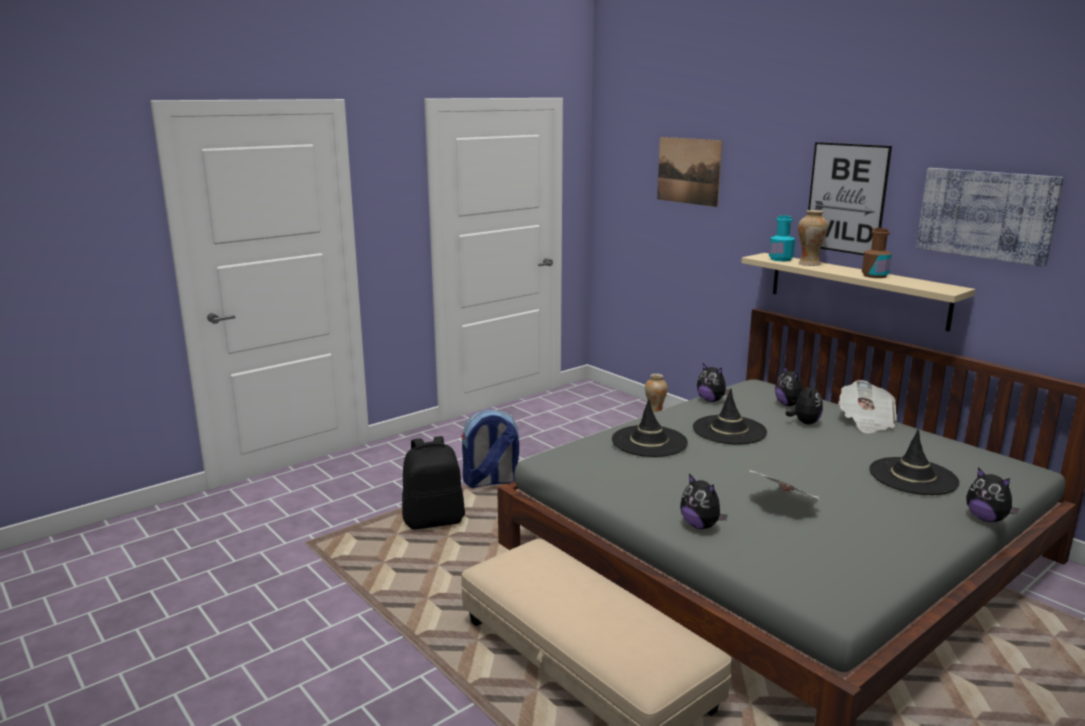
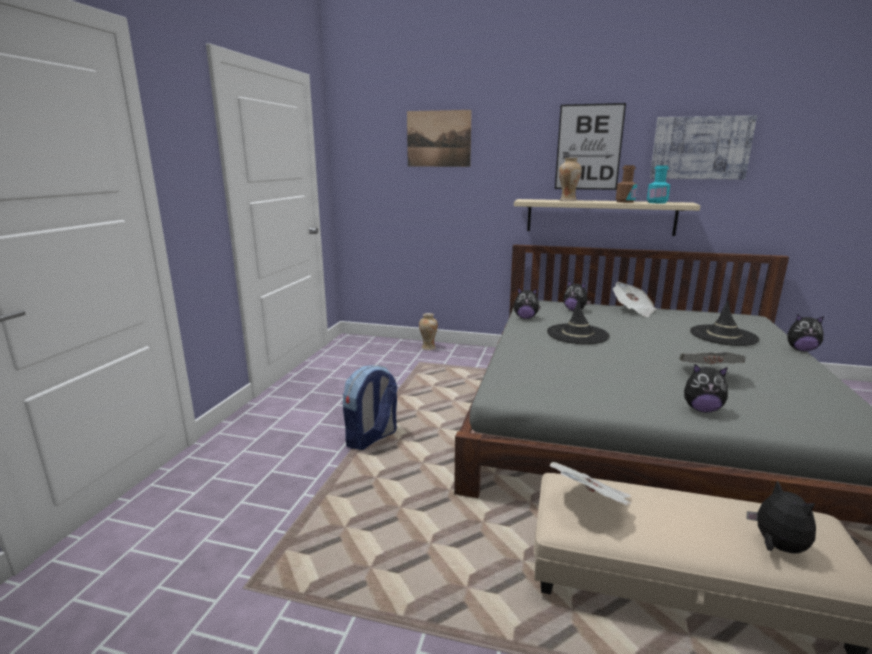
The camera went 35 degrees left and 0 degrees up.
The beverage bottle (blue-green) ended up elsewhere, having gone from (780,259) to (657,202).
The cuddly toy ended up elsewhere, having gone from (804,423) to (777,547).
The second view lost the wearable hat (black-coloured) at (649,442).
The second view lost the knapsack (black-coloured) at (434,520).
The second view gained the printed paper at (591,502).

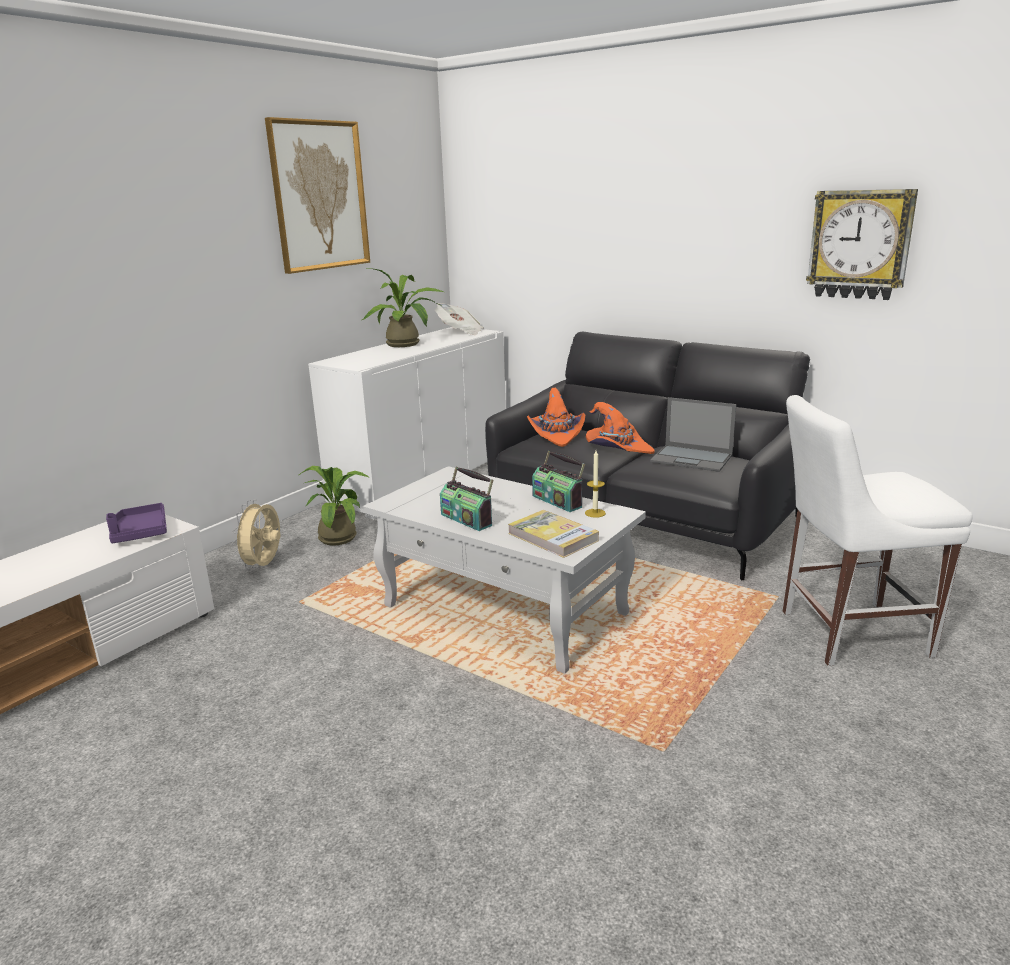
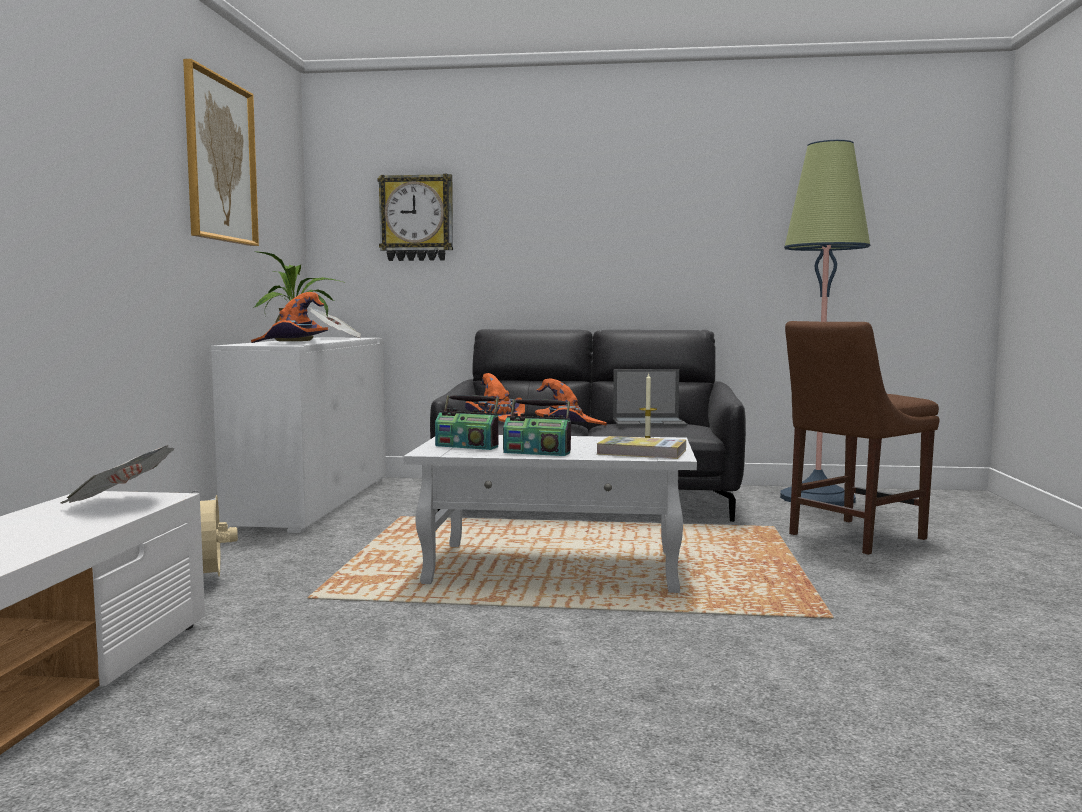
The camera went 30 degrees left and 15 degrees down.
The clock on the wall ended up elsewhere, having gone from (859,244) to (417,218).
What was the plain chair (white) at (846,633) turned into the plain chair (brownish) at (851,537).
The radio ended up elsewhere, having gone from (558,501) to (467,446).
The second view lost the houseplant at (339,536).
Where the tray (purple-coloured) stood at (140,532), the printed paper came to stand at (120,503).
The second view gained the floor lamp at (817,498).
The second view gained the wearable hat (orange) at (292,343).

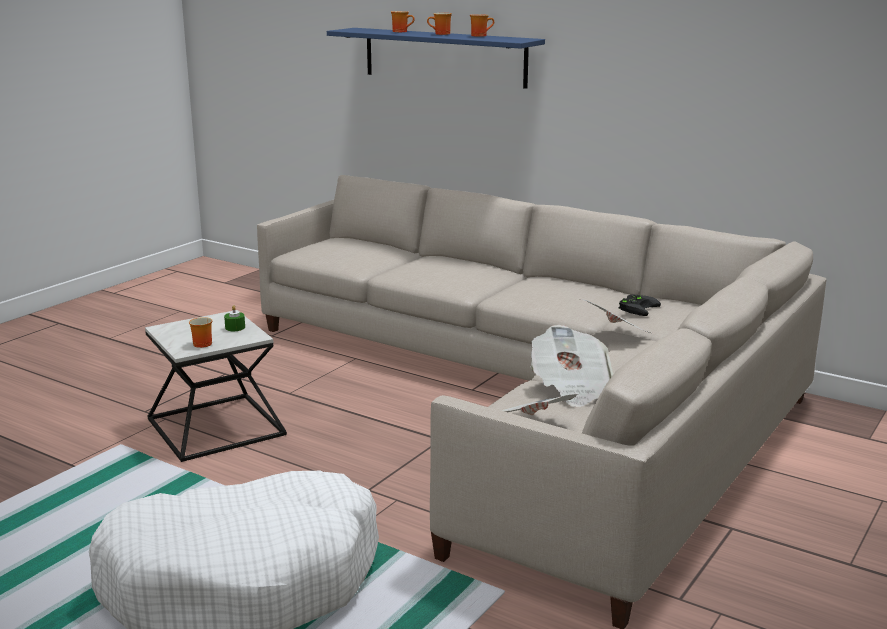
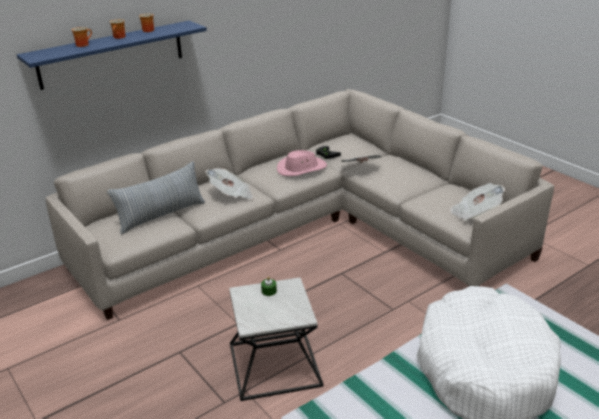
The camera went 70 degrees left and 10 degrees up.
The second view lost the tea mug at (201,343).
The printed paper ended up elsewhere, having gone from (571,388) to (231,195).
The second view gained the wearable hat (pink) at (301,168).
The second view gained the cushion at (161,215).

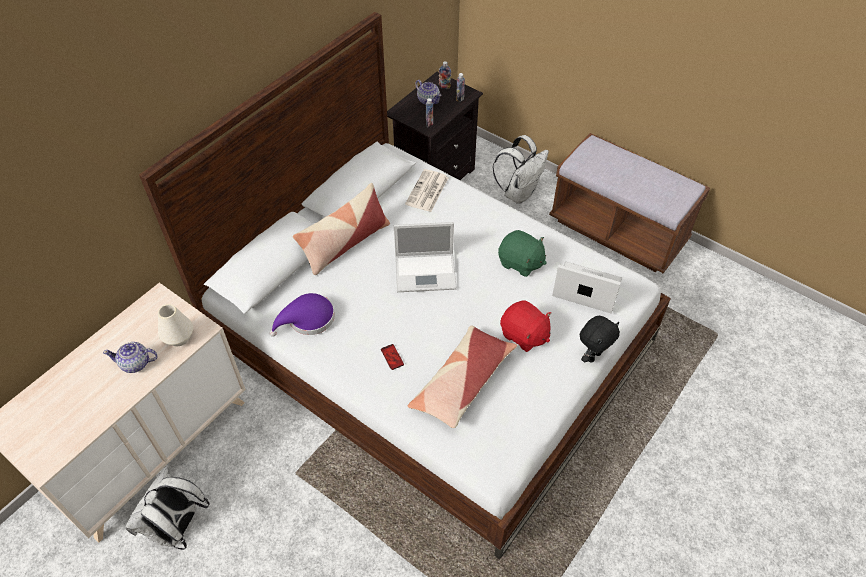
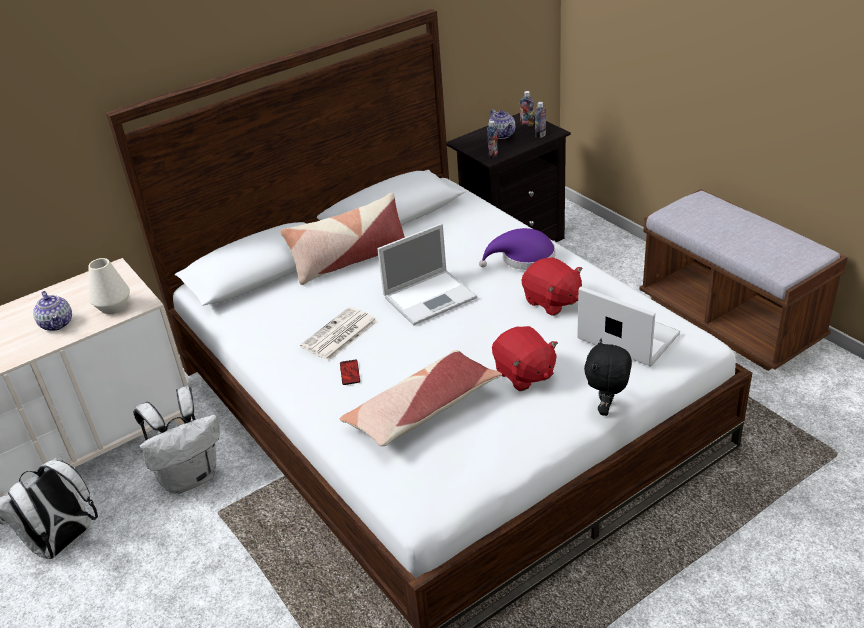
The camera went 20 degrees right and 15 degrees down.
The knapsack (white) ended up elsewhere, having gone from (519,193) to (190,476).
The printed paper ended up elsewhere, having gone from (427,191) to (339,335).
The notebook computer at (426,272) ended up facing another way, 45 degrees counterclockwise from before.
What was the cuddly toy (green-coloured) at (520,263) turned into the cuddly toy (red) at (552,301).
The wearable hat (purple-coloured) ended up elsewhere, having gone from (307,319) to (523,258).
The cuddly toy (black-coloured) at (592,356) ended up facing another way, 135 degrees clockwise from before.
The tea pot at (136,364) ended up facing another way, 135 degrees counterclockwise from before.

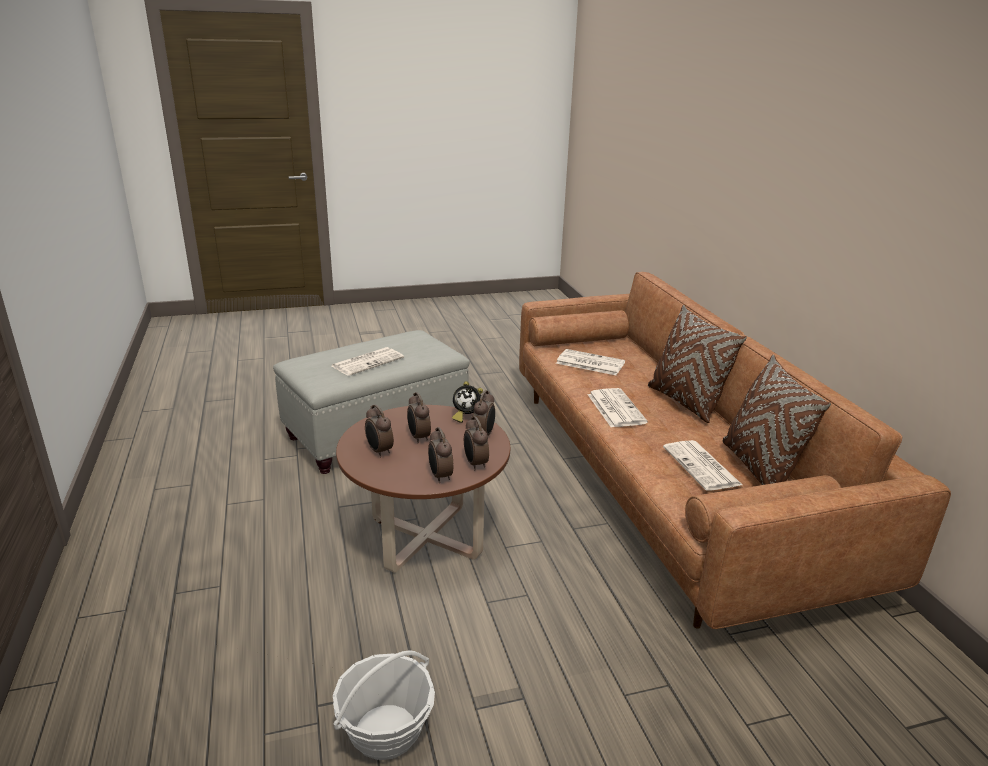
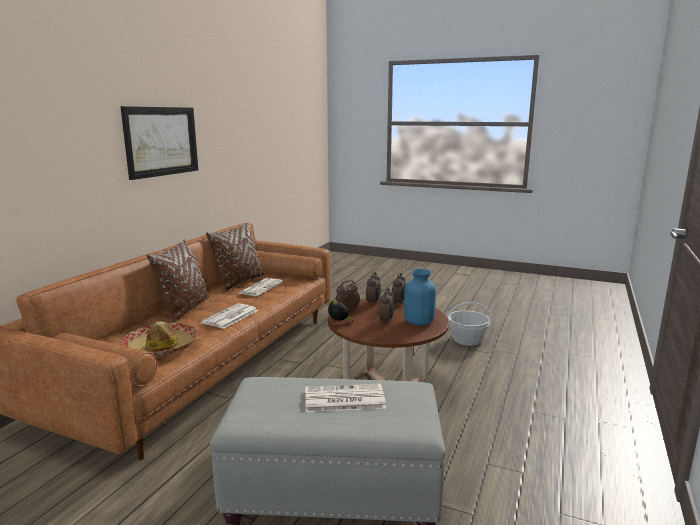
The camera went 140 degrees left and 10 degrees down.
Where the printed paper stood at (589,363), the wearable hat came to stand at (161,347).
Where the bedside clock stood at (379,451), the decorative vase (bluish) came to stand at (419,321).
The second view gained the wall picture at (161,141).

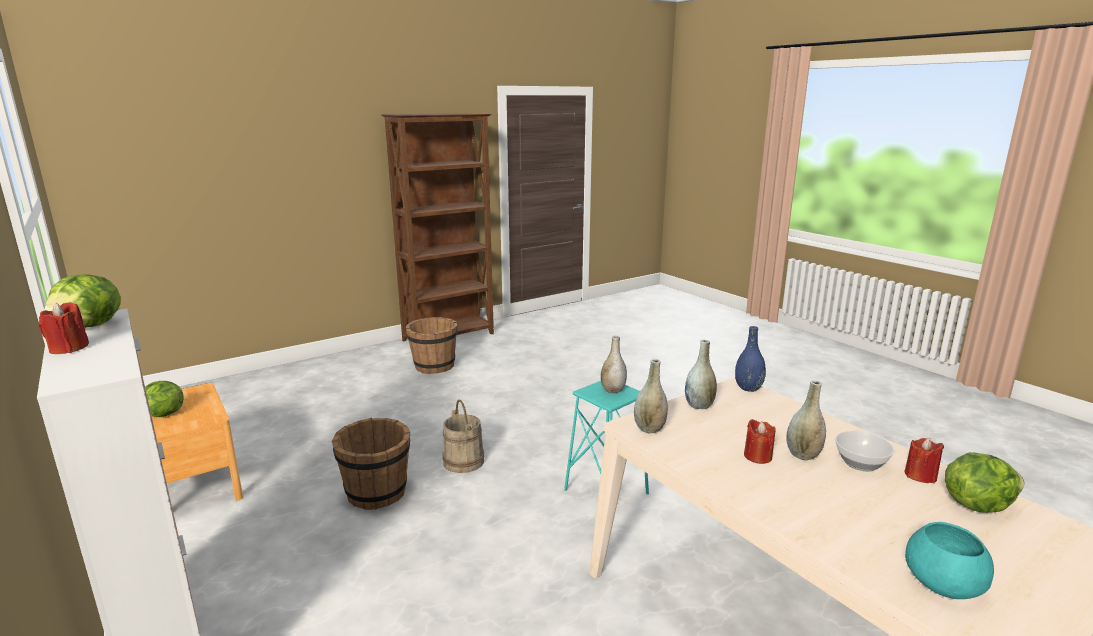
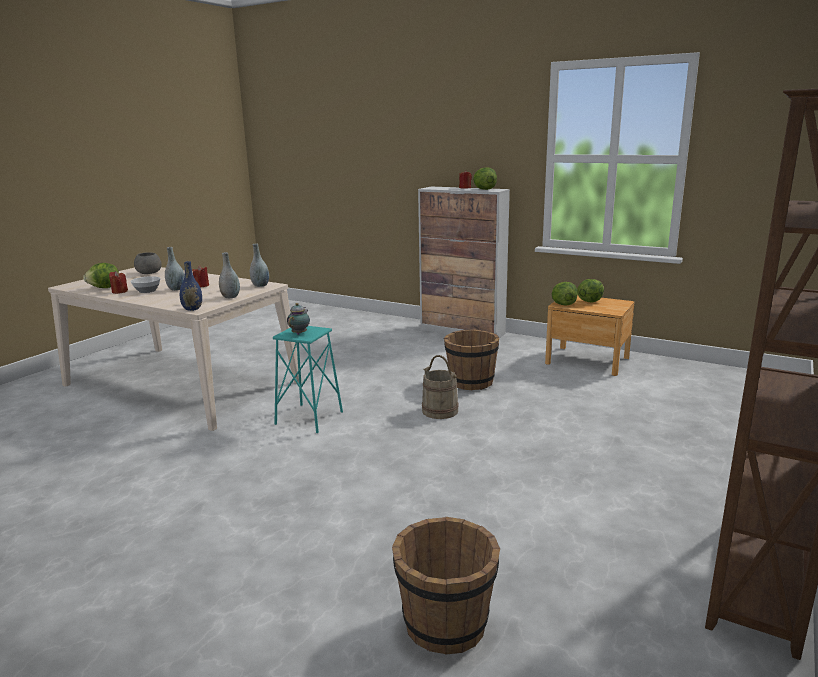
The camera went 155 degrees right and 0 degrees up.
The bucket (brownish) ended up elsewhere, having gone from (434,366) to (446,623).
Where the decorative vase (gray) stood at (613,390), the tea pot came to stand at (300,333).
What was the bowl (blue-green) at (944,584) turned into the bowl (gray) at (148,272).
The second view gained the head of lettuce at (563,304).

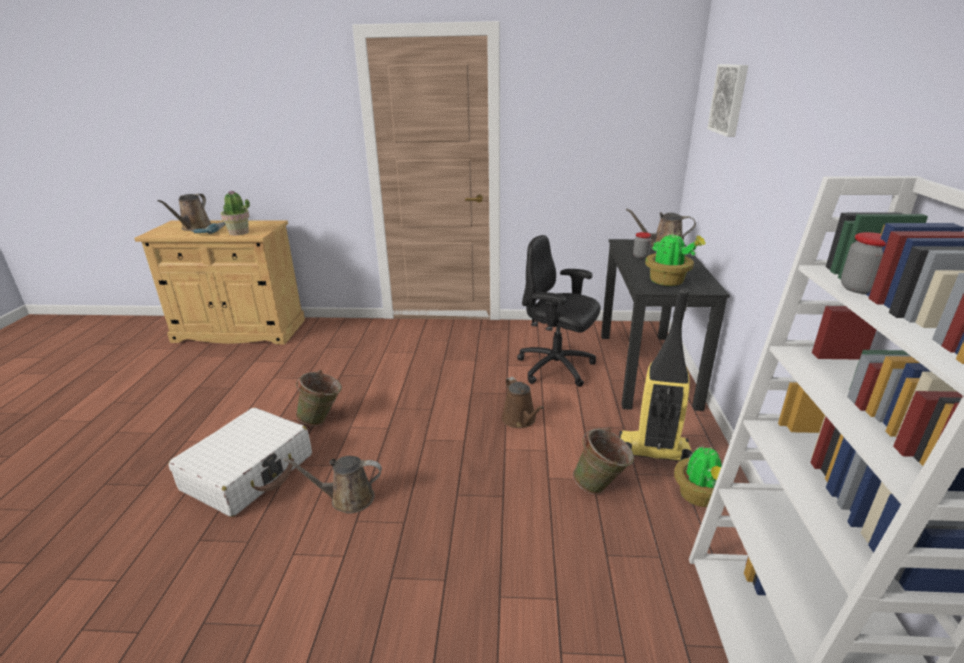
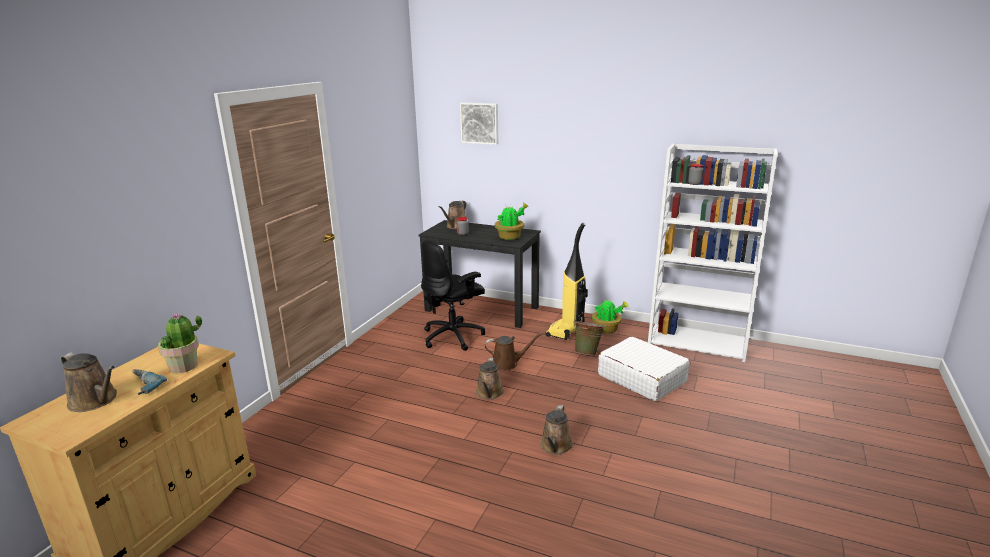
The camera went 70 degrees left and 5 degrees down.
The second view lost the bucket (green-coloured) at (323,420).
The suitcase (white) ended up elsewhere, having gone from (249,472) to (641,378).
The second view gained the watering can (brownish) at (489,393).

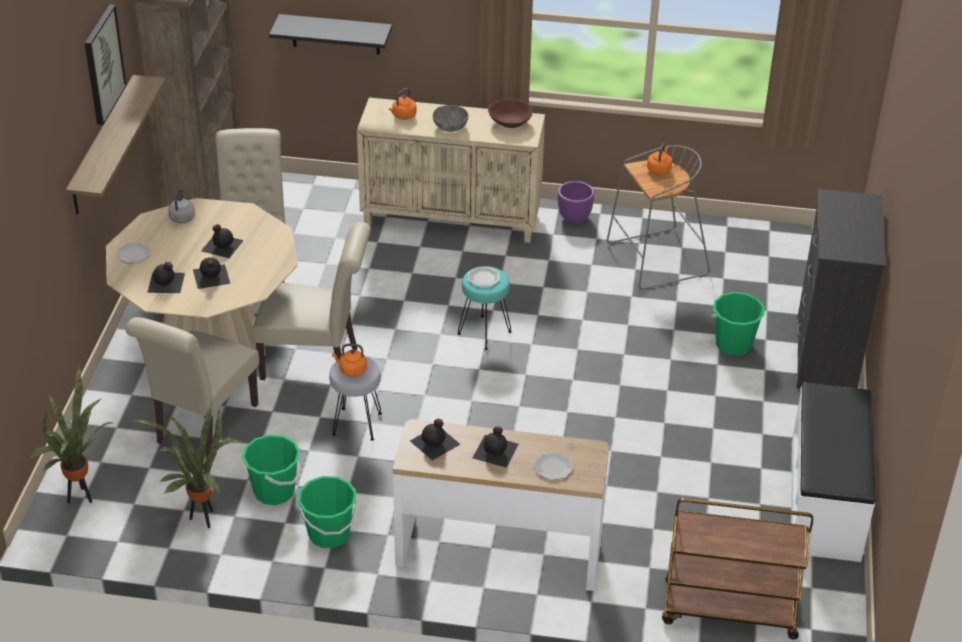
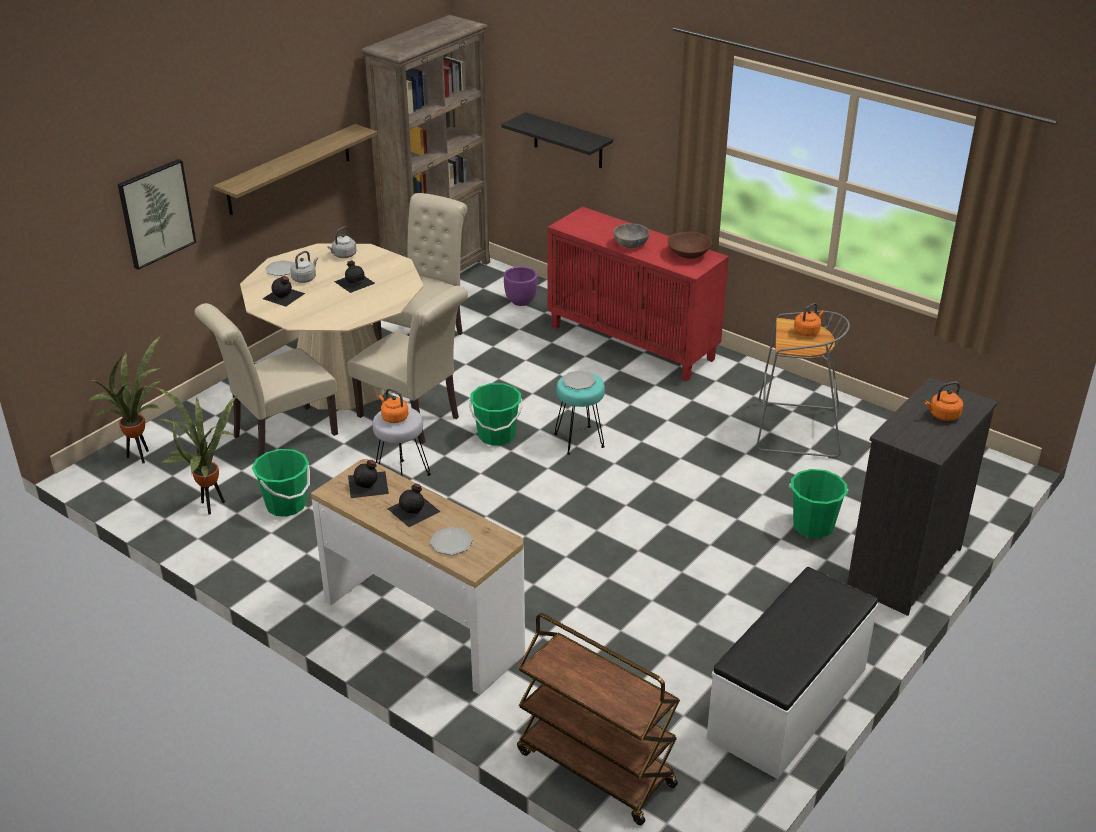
The camera went 30 degrees right and 5 degrees down.
The wall picture ended up elsewhere, having gone from (103,64) to (156,213).
The kettle (orange) ended up elsewhere, having gone from (403,116) to (942,415).
What was the storage cabinet (sand-coloured) at (452,218) turned into the storage cabinet (red) at (633,343).
The flower pot (purple-coloured) ended up elsewhere, having gone from (574,218) to (520,301).
The second view lost the beverage bottle (black-coloured) at (211,277).
The bucket (green-coloured) ended up elsewhere, having gone from (329,534) to (496,436).
The second view gained the kettle (gray) at (305,278).

